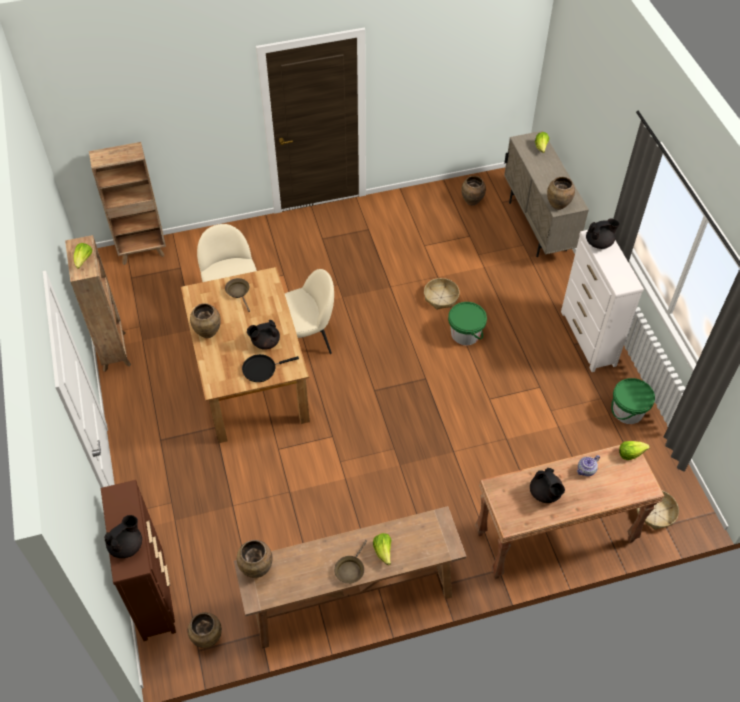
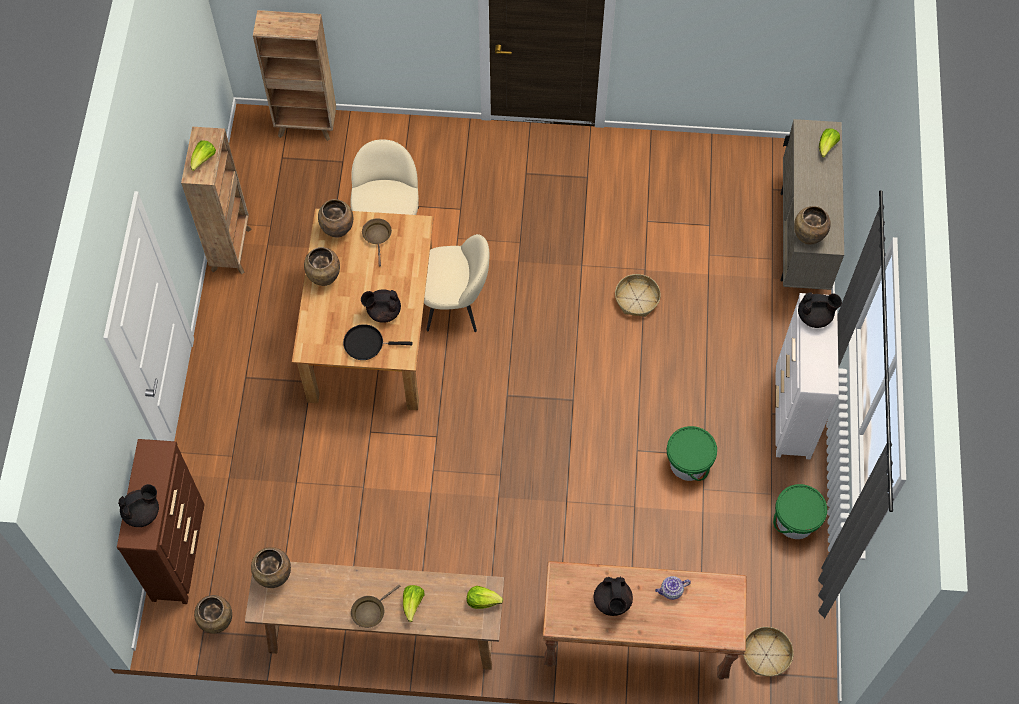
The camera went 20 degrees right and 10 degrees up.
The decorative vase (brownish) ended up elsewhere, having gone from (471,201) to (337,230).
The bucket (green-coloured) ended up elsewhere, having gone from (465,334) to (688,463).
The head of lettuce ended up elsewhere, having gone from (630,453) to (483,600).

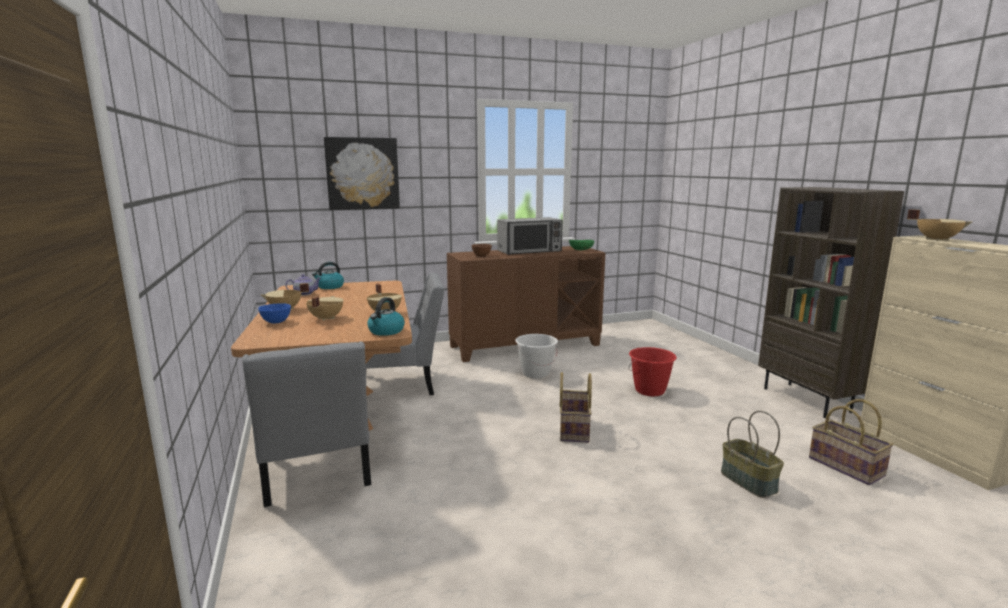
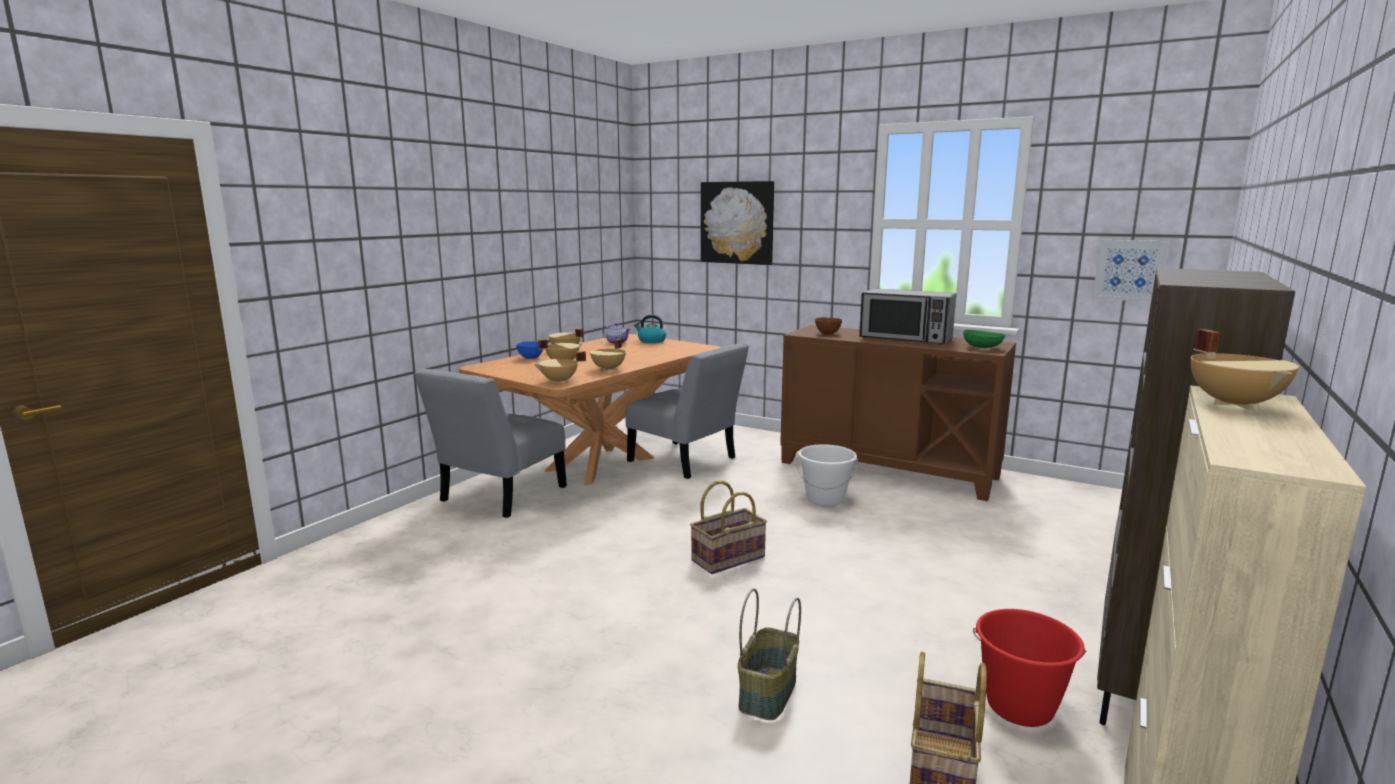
The camera went 50 degrees right and 0 degrees up.
Where the kettle stood at (386,331), the saucepot (sand-coloured) came to stand at (559,381).
The bucket (red) ended up elsewhere, having gone from (650,391) to (1019,707).
The second view gained the wall picture at (1129,270).

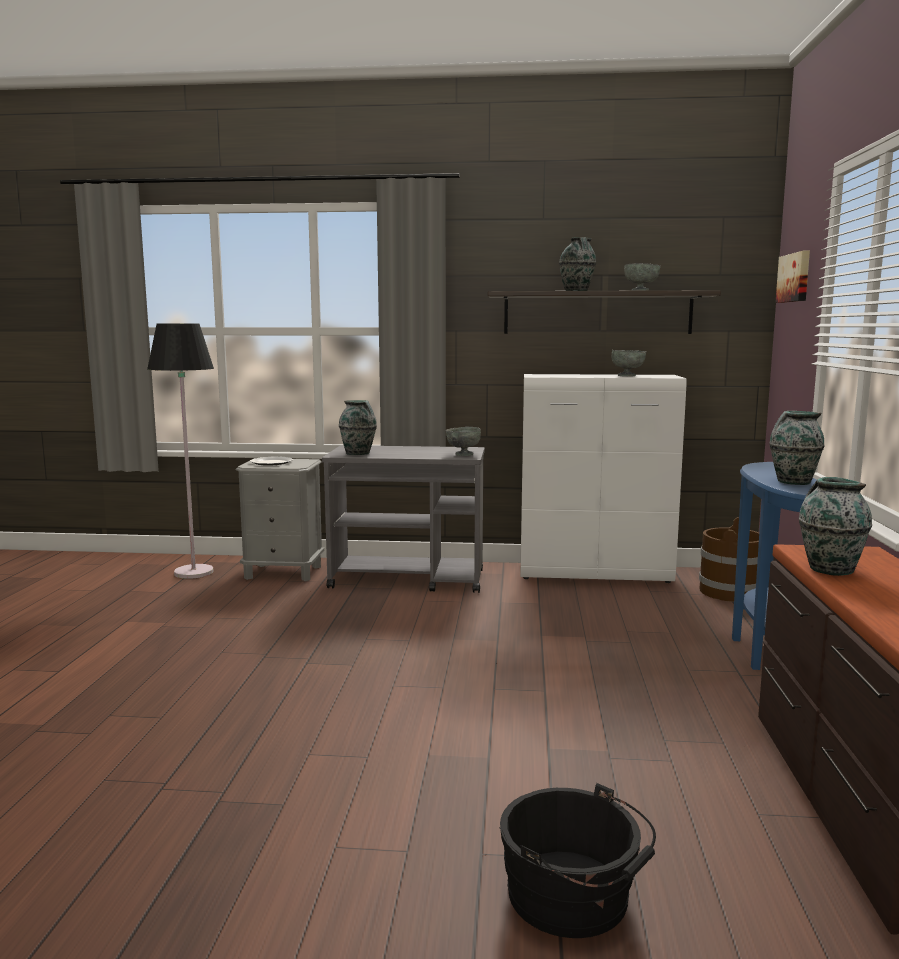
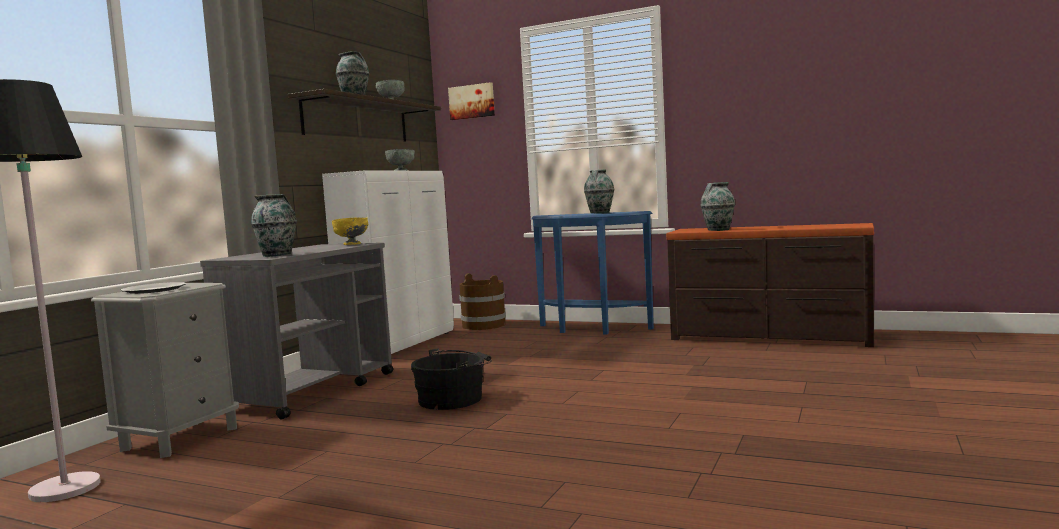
The camera went 70 degrees left and 5 degrees down.
What was the bowl (gray) at (463,454) turned into the bowl (yellow) at (352,244).
The bucket (black-coloured) ended up elsewhere, having gone from (574,898) to (454,399).

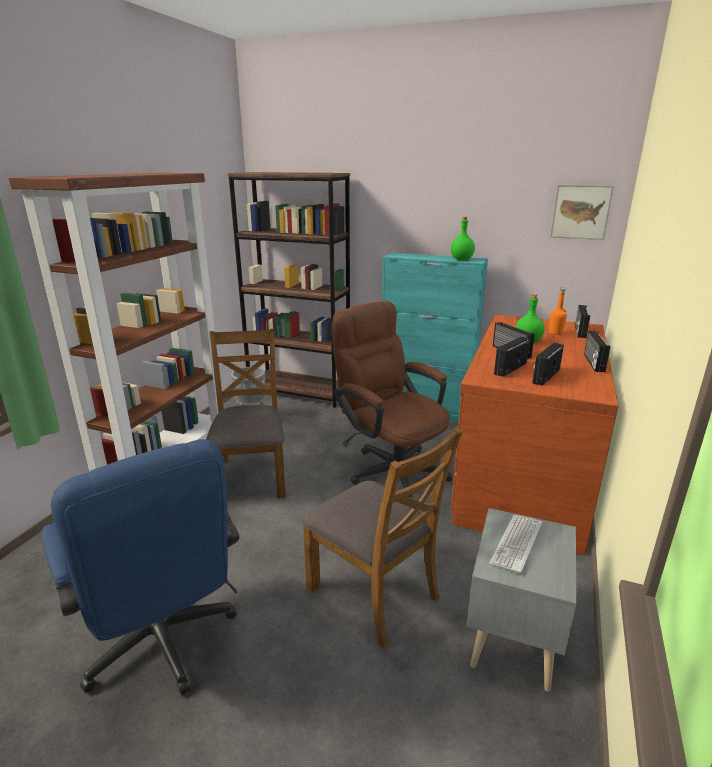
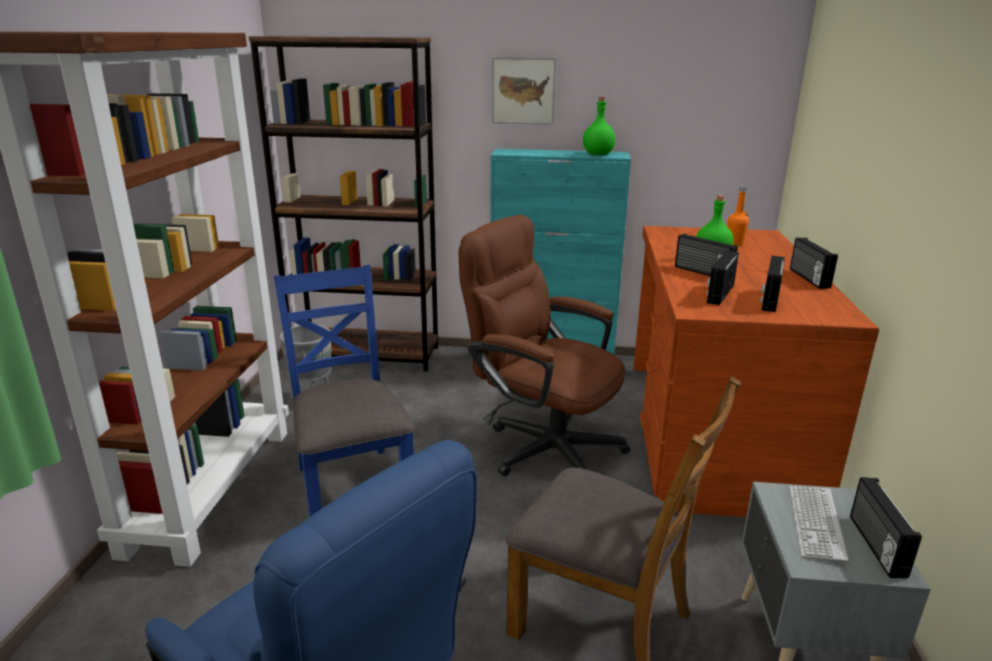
The camera went 15 degrees left and 0 degrees up.
The wall picture ended up elsewhere, having gone from (580,212) to (523,90).
The radio ended up elsewhere, having gone from (579,331) to (875,545).
What was the plain chair (brownish) at (252,476) turned into the plain chair (bluish) at (352,486).

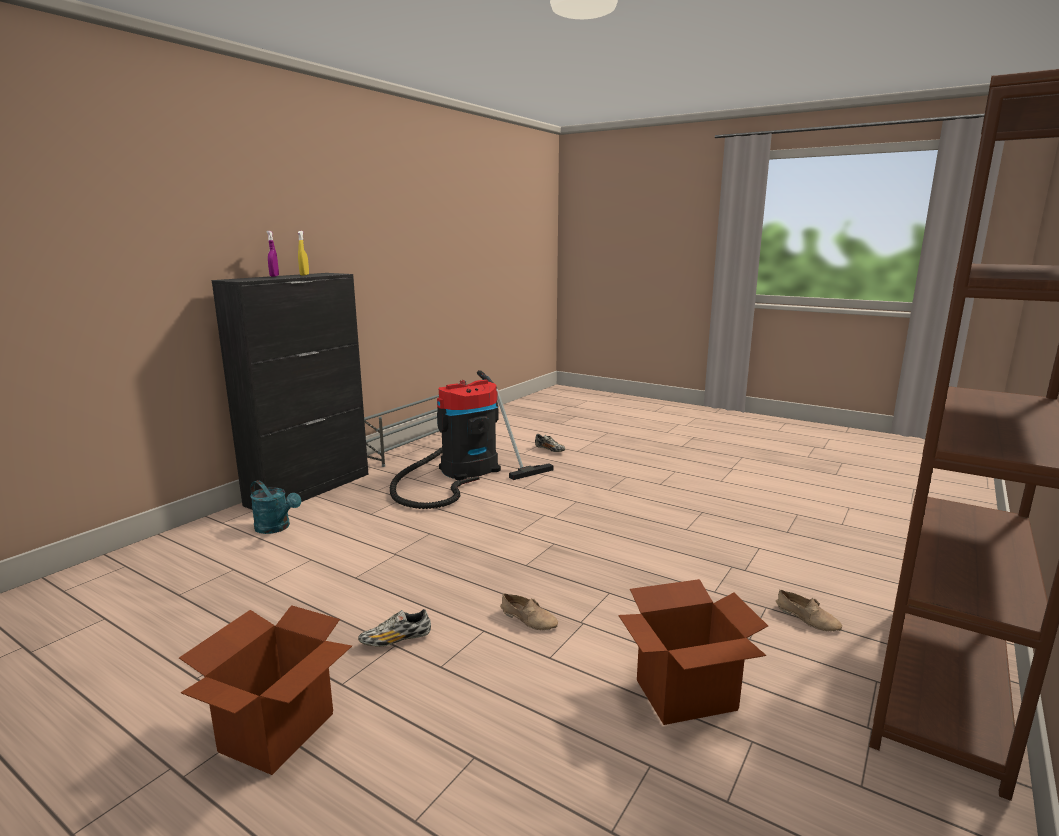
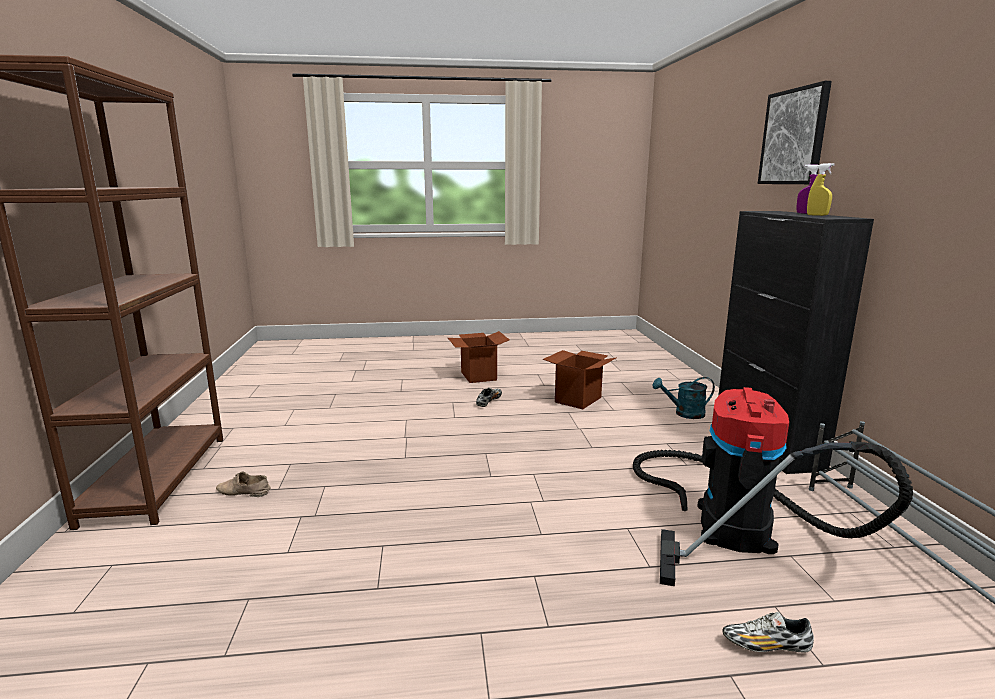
The camera went 140 degrees right and 0 degrees up.
The cardboard box ended up elsewhere, having gone from (685,695) to (578,399).
The second view lost the low shoe (sand-coloured) at (529,618).
The second view gained the wall picture at (794,137).

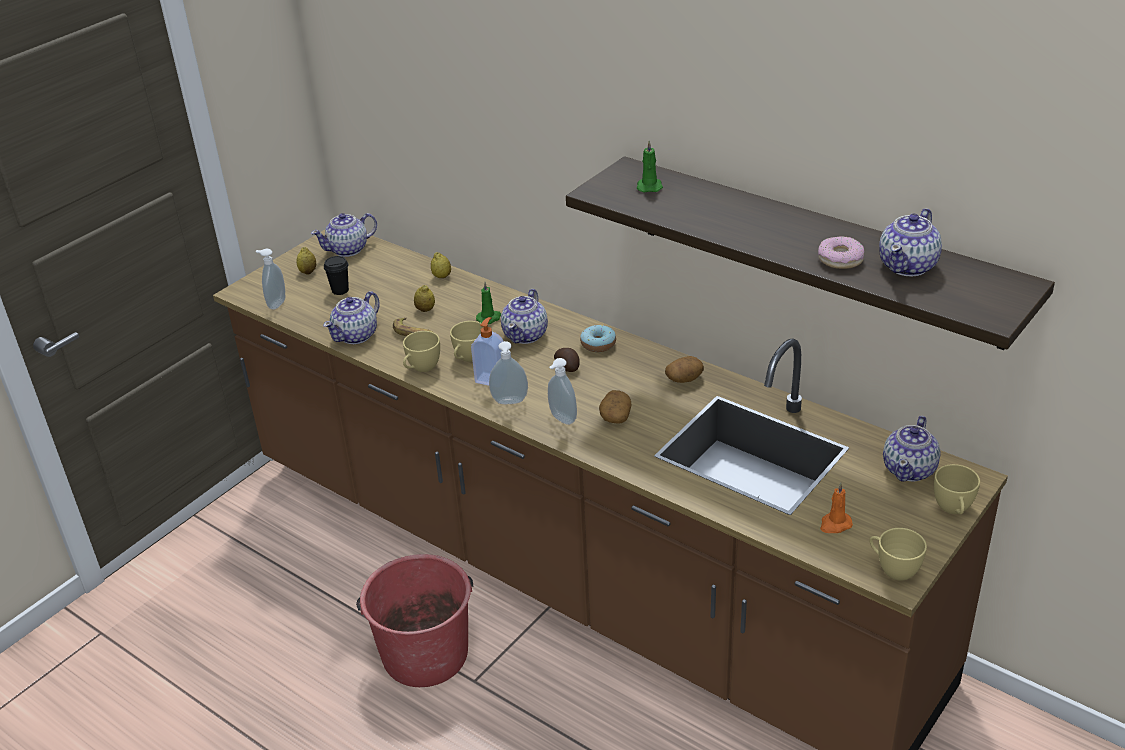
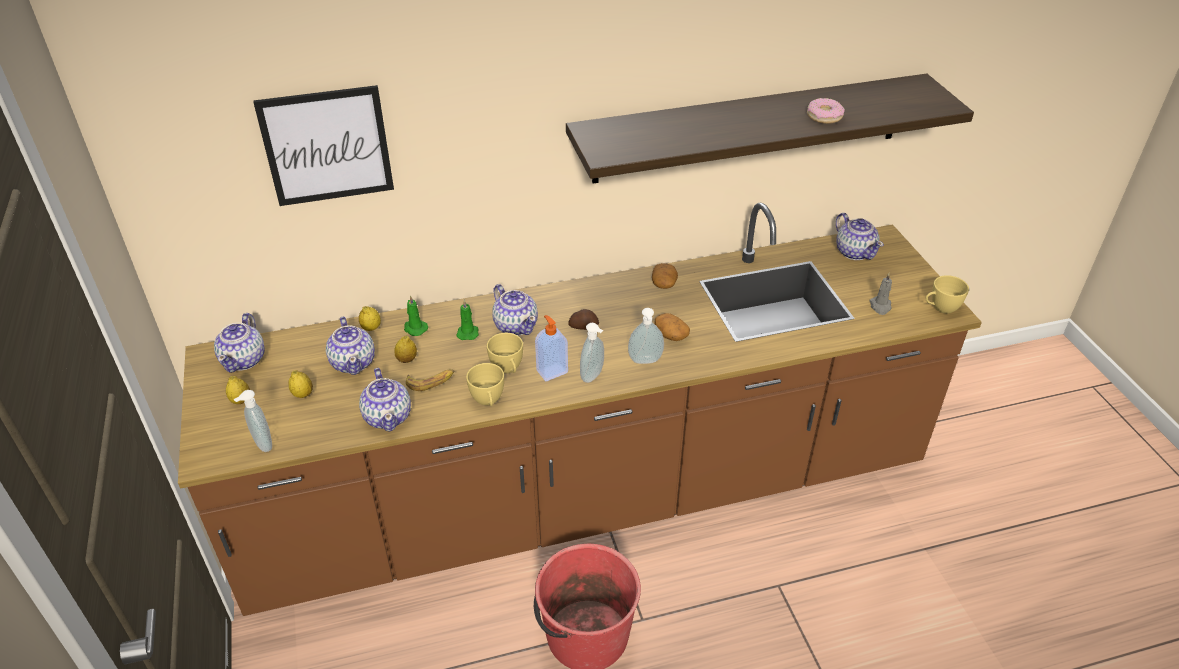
The camera went 55 degrees left and 5 degrees up.
The wax light (green-coloured) ended up elsewhere, having gone from (649,186) to (415,328).
The tea pot ended up elsewhere, having gone from (908,266) to (353,362).
Where the drinking cup (black-coloured) stood at (340,290), the citrus fruit came to stand at (303,394).
The second view lost the ring doughnut at (598,344).
The second view lost the drinking cup (yellow) at (953,510).
What was the wax light (orange) at (835,524) turned into the wax light (gray) at (880,306).
The second view gained the wall picture at (327,146).

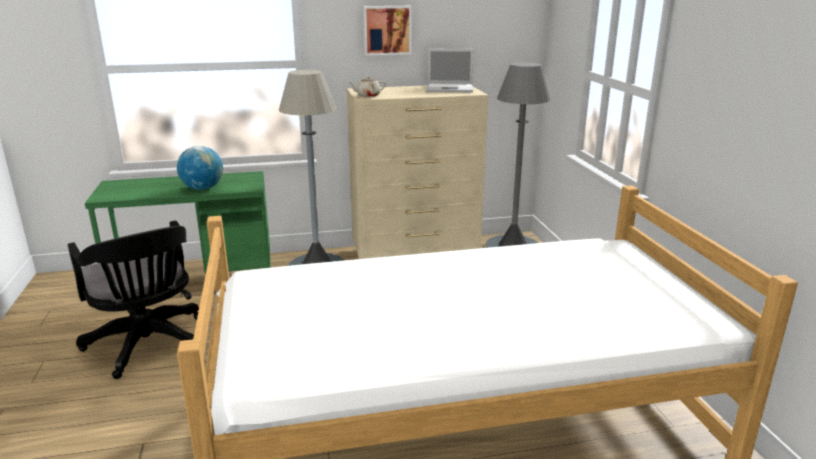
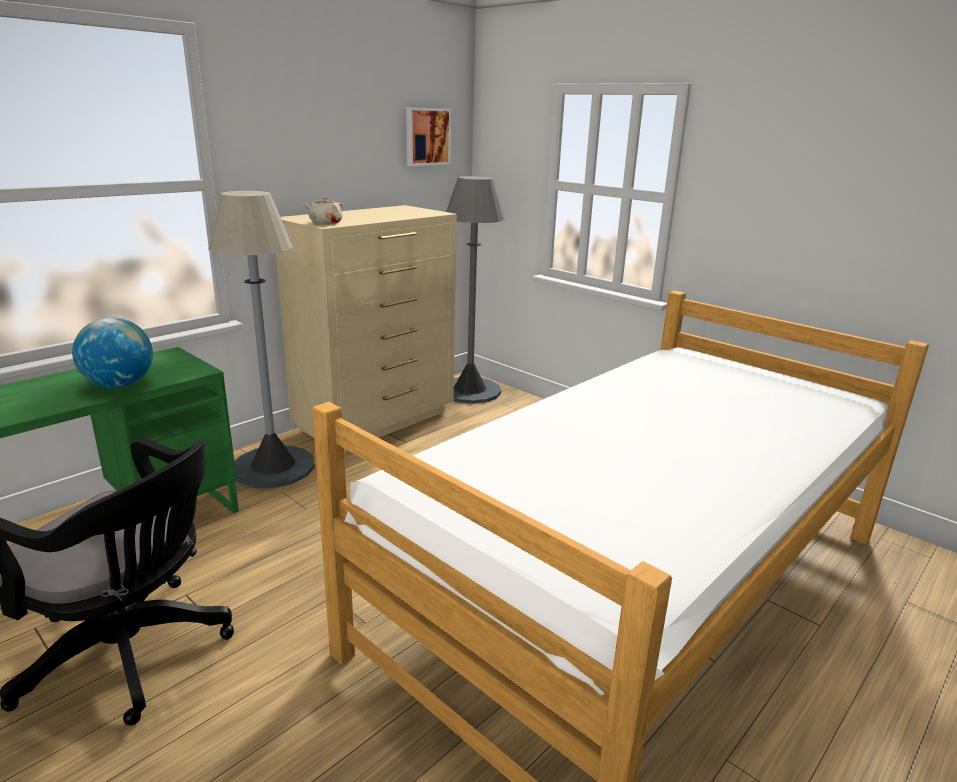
The camera went 35 degrees left and 0 degrees up.
The wall picture ended up elsewhere, having gone from (387,30) to (427,136).
The second view lost the notebook computer at (450,88).

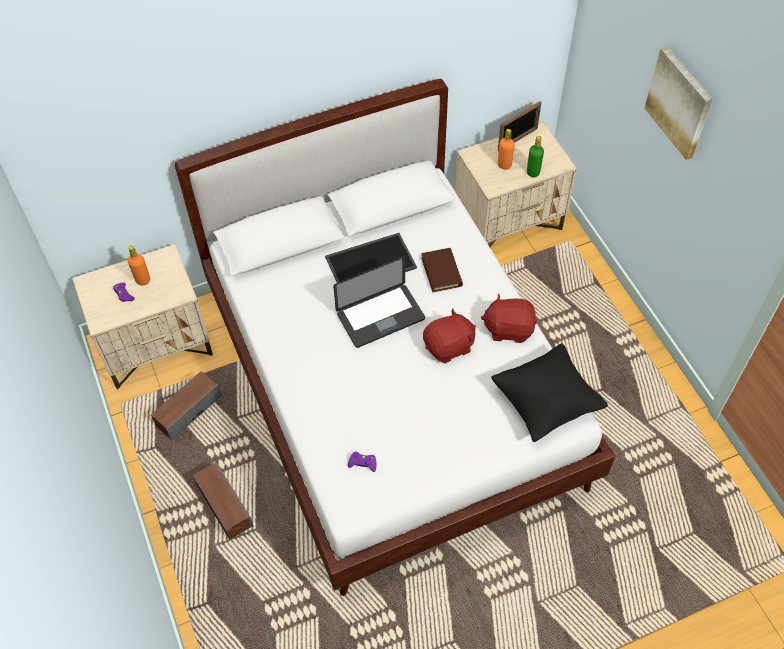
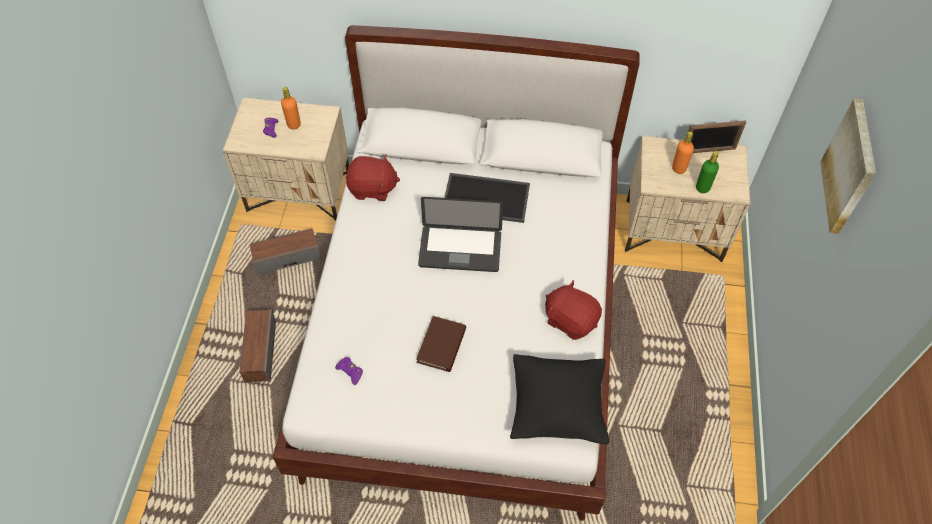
The camera went 30 degrees right and 0 degrees up.
The volume (brownish) ended up elsewhere, having gone from (441,272) to (441,345).
The cuddly toy (red) ended up elsewhere, having gone from (449,347) to (372,189).

